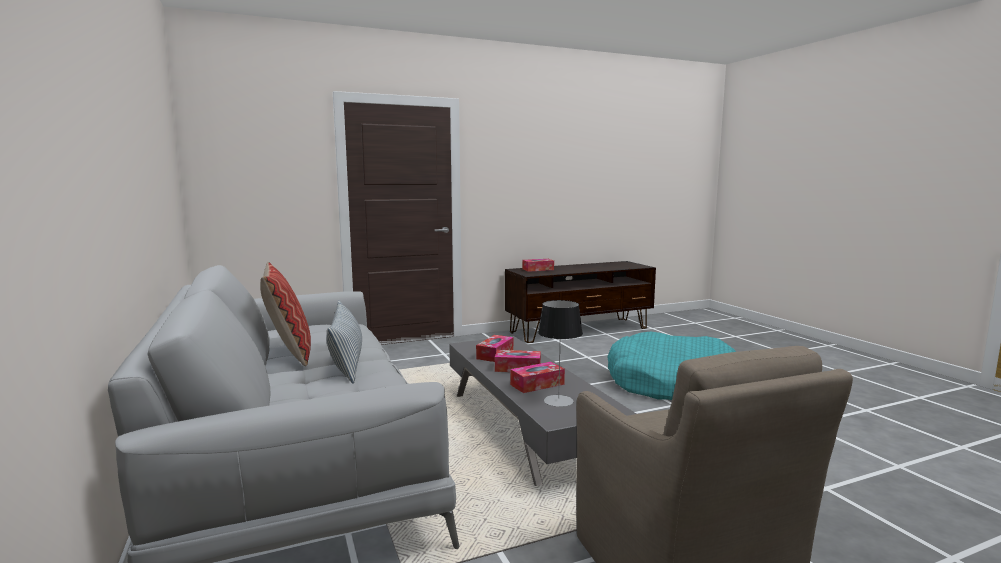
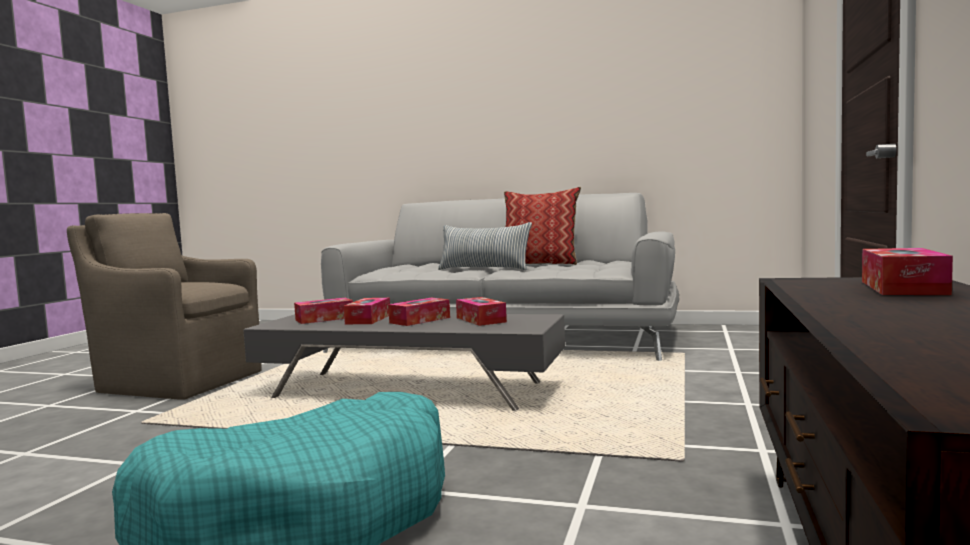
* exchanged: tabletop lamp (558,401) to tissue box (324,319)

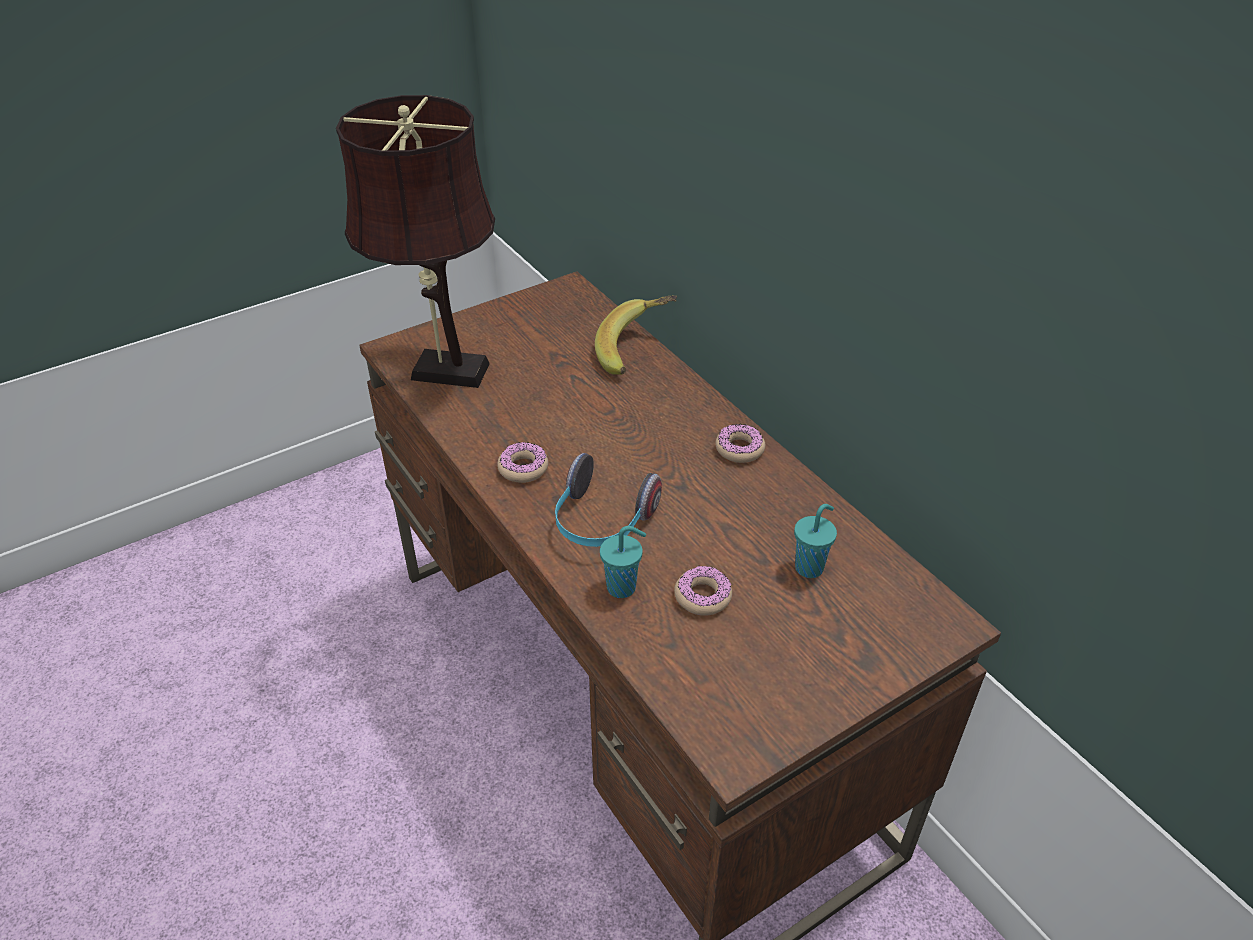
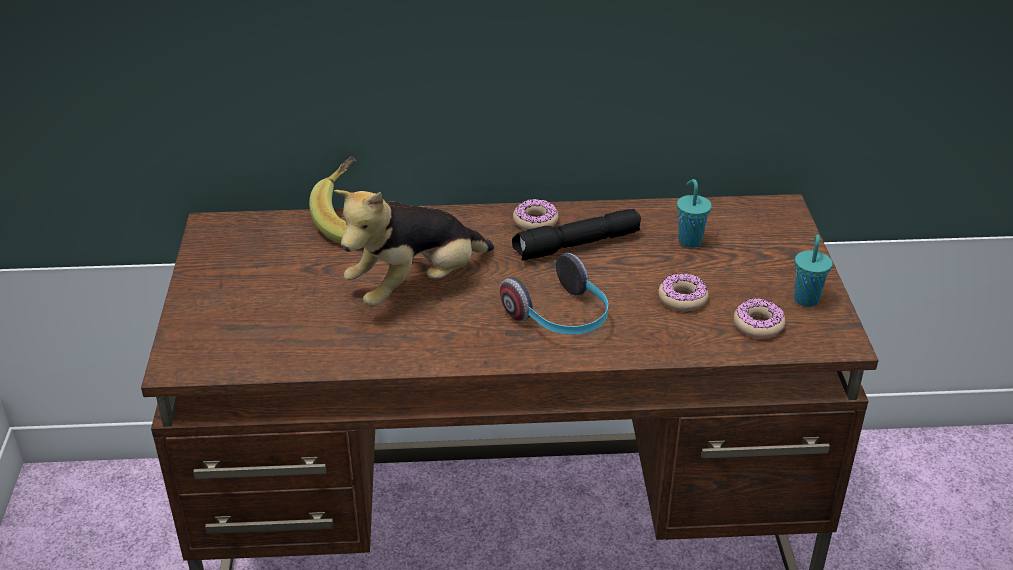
* missing: brown-coloured tabletop lamp (442,370)
* relocated: donut (523,468) to (758,325)
* relocated: turquoise-coloured small cup (623,587) to (806,298)
* appeared: soft toy (416,286)
* appeared: blackish torch (576,246)

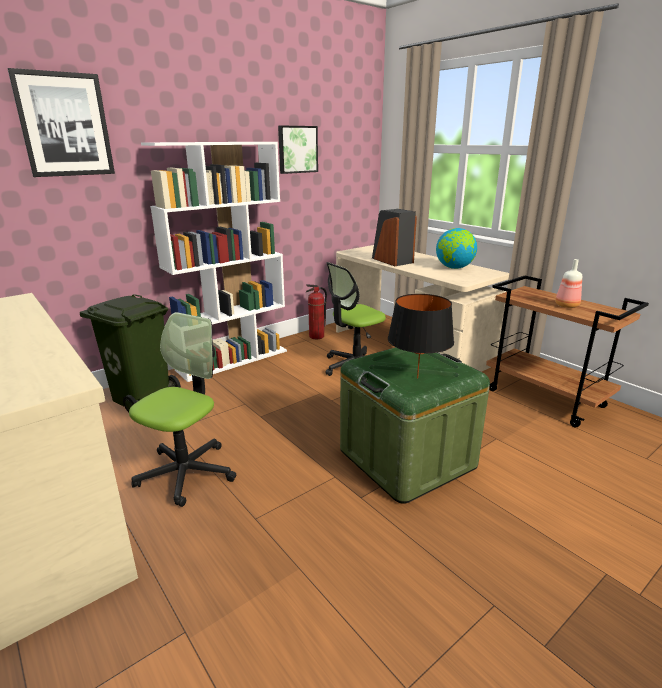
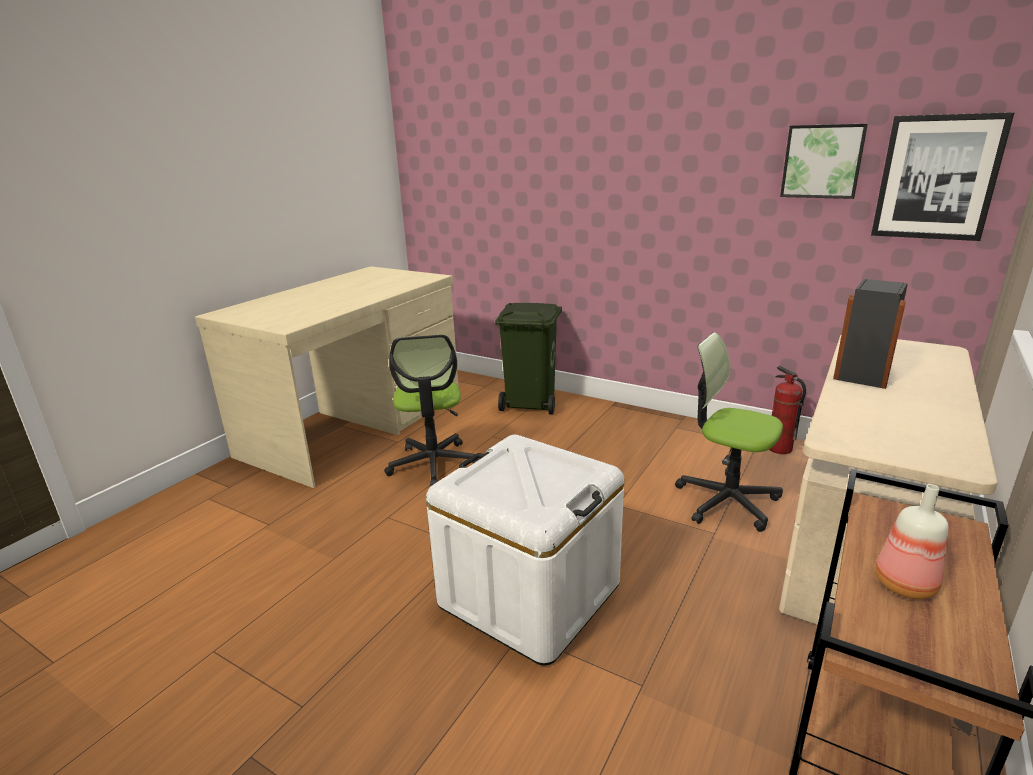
* relocated: wall art (65,125) to (937,178)
* spun: computer chair (186,472) = (433,464) 75 degrees clockwise
* missing: whitish bookshelf (233,360)
* colour: green storage box (407,458) to whitish storage box (529,594)
* missing: blackish tabletop lamp (417,378)
* missing: globe (454,268)

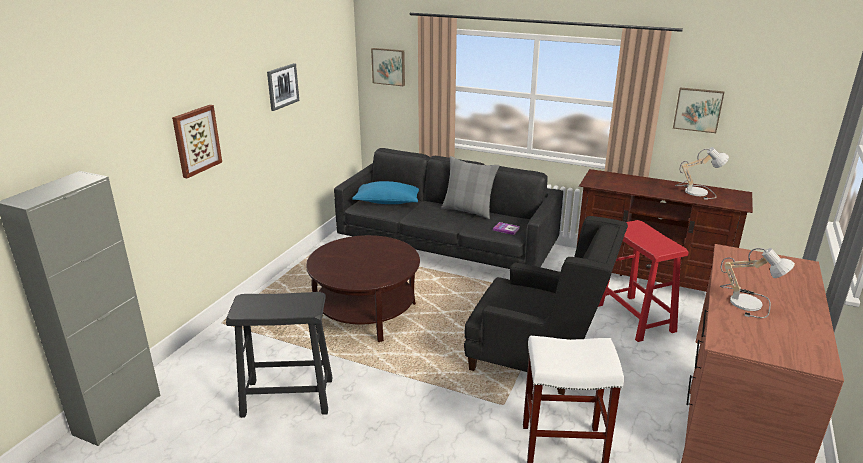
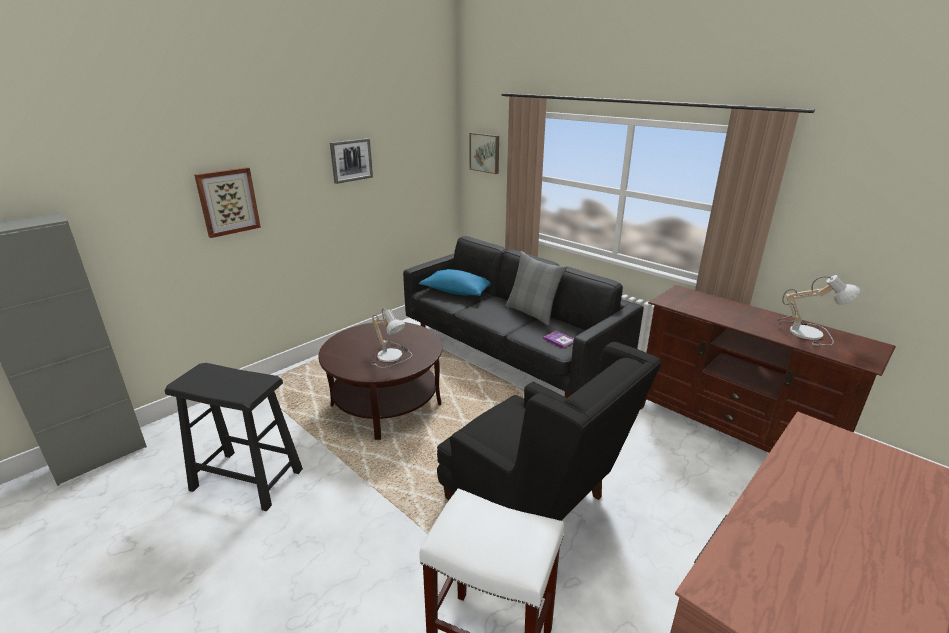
* missing: red sitting stool (635,318)
* missing: wall art (698,109)
* relocated: tabletop lamp (748,302) to (393,355)

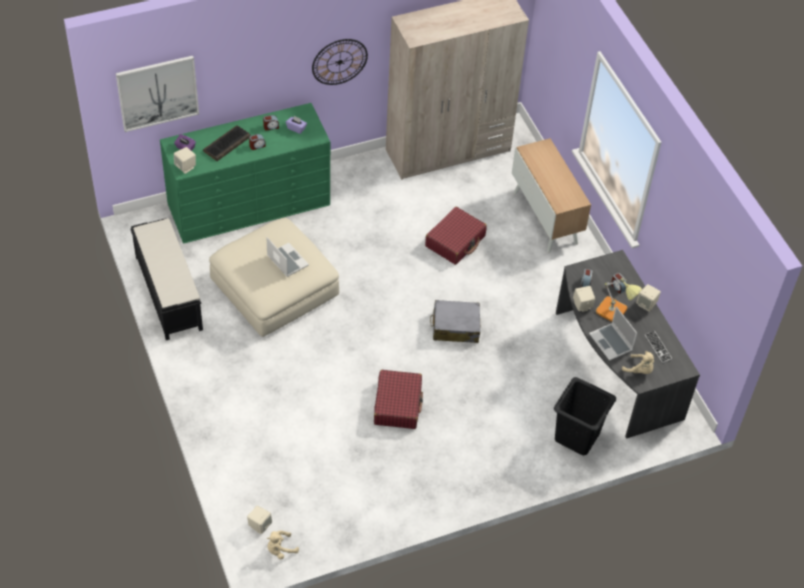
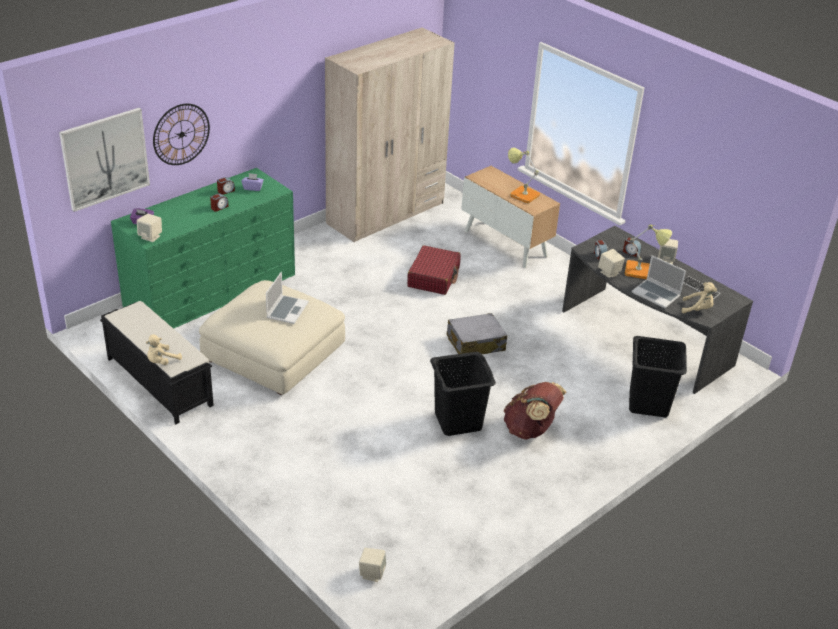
* missing: computer keyboard (226,144)
* spun: portable computer (286,260) = (287,310) 75 degrees clockwise
* relocated: beige-coloured soft toy (280,549) to (162,361)
* relocated: wall clock (339,62) to (181,134)
* exchanged: red travel case (398,404) to blackish washing basket (457,421)
* appeared: brown-coloured rucksack (530,430)
* appeared: tabletop lamp (521,194)

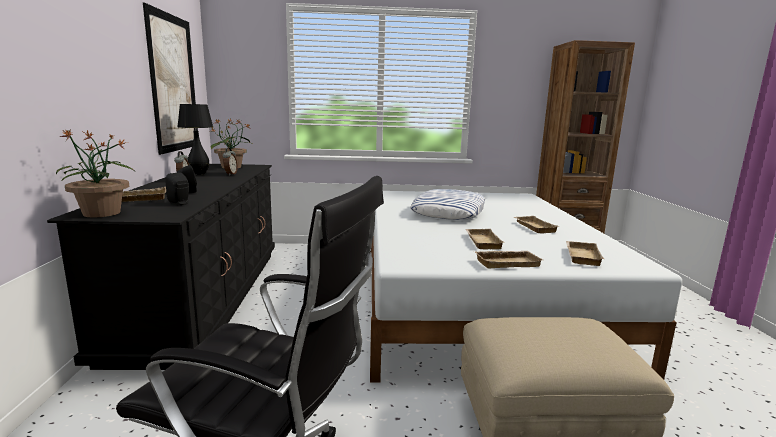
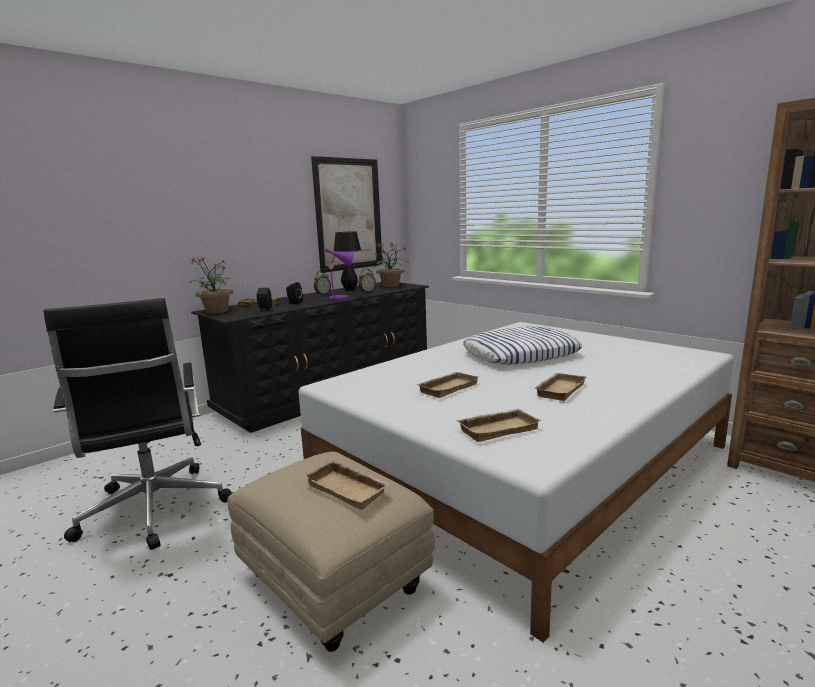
* relocated: beige-coloured tray (507,262) to (349,488)
* appeared: purplish tabletop lamp (341,297)

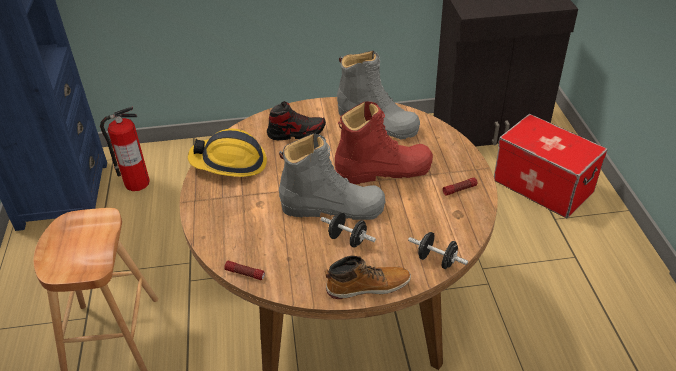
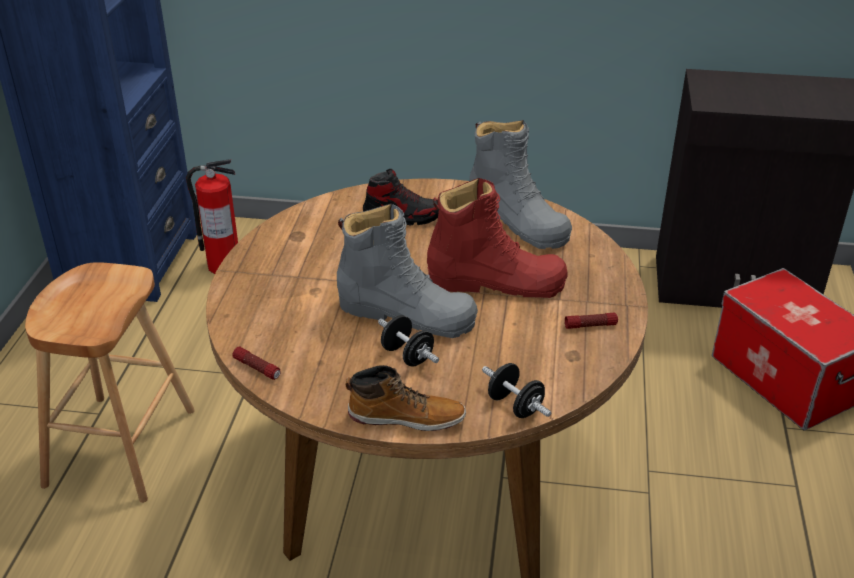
* missing: work helmet (230,163)

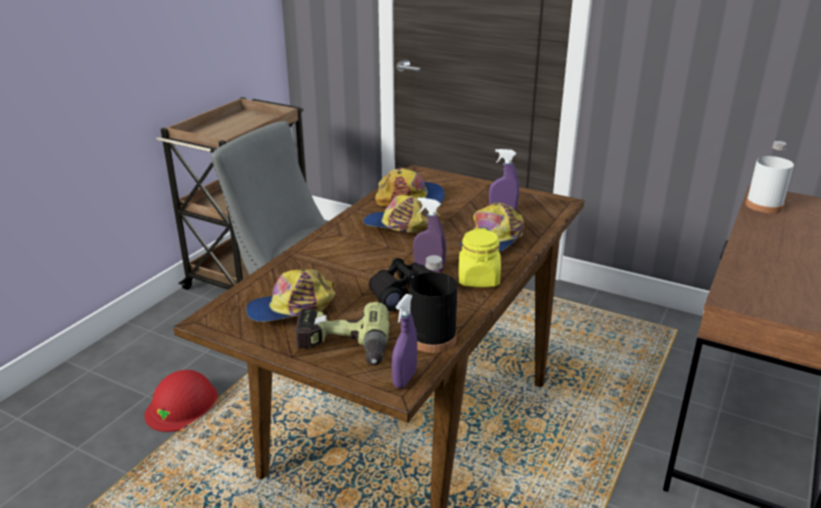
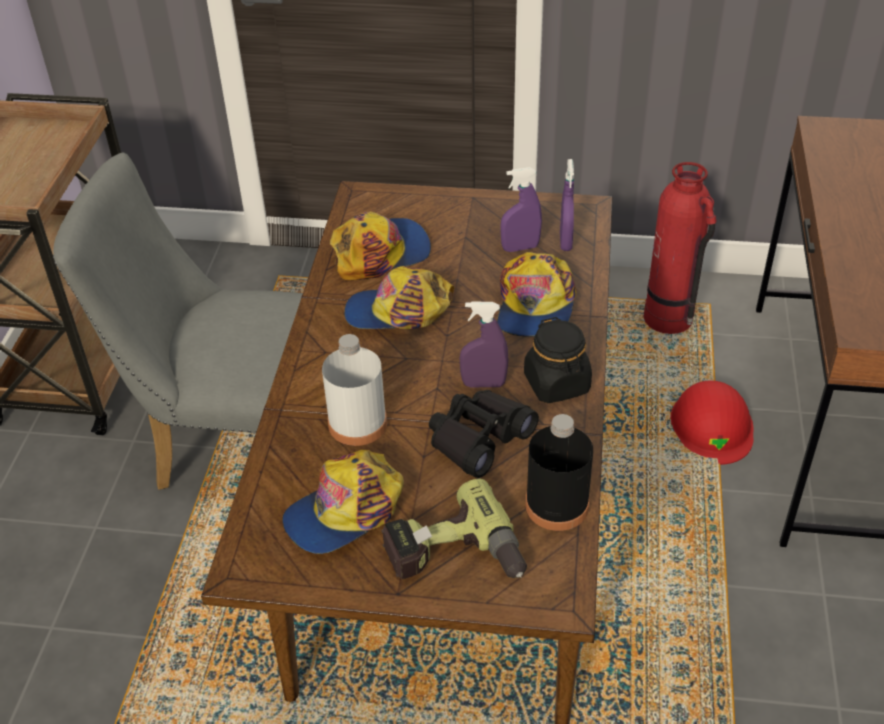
* relocated: red work helmet (182,405) to (711,426)
* relocated: purplish spray bottle (404,379) to (565,242)
* colour: yellow-coloured storage jar (478,279) to blackish storage jar (557,384)
* relocated: whitish bottle (764,205) to (357,424)
* appeared: fire-fighting cylinder (668,320)

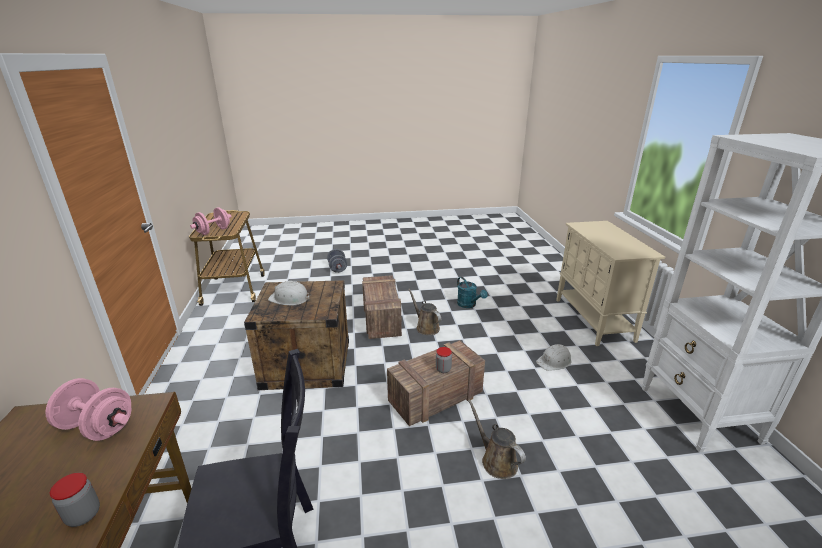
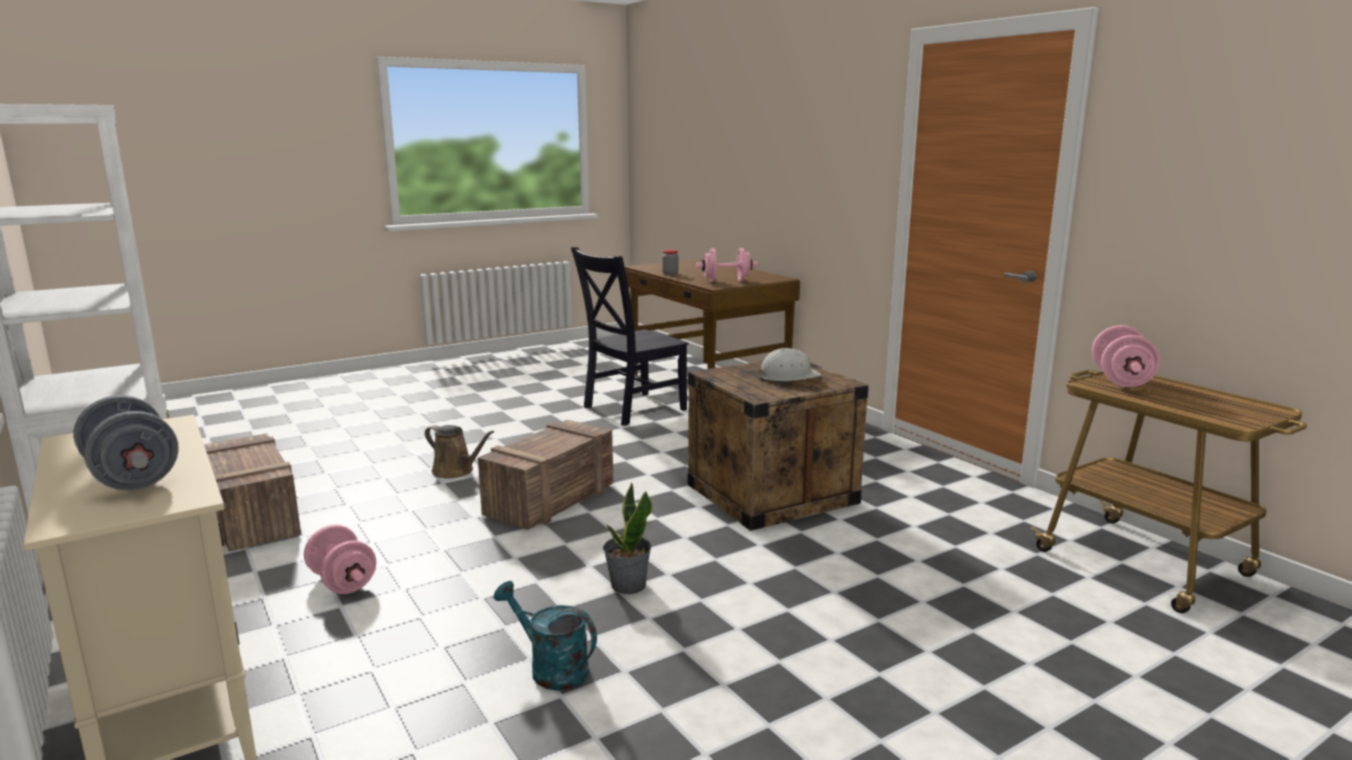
* relocated: gray dumbbell (337,268) to (132,477)
* relocated: shipping crate (382,320) to (253,518)
* exchanged: brown-coloured watering can (426,327) to houseplant (628,585)
* missing: storage jar (443,369)
* exchanged: whitish work helmet (554,361) to pinkish dumbbell (342,582)

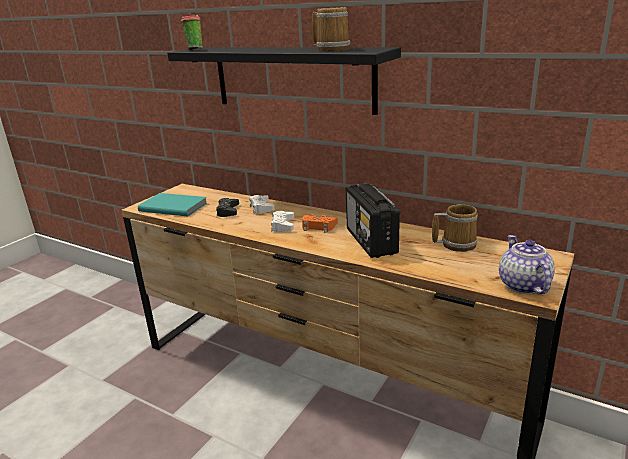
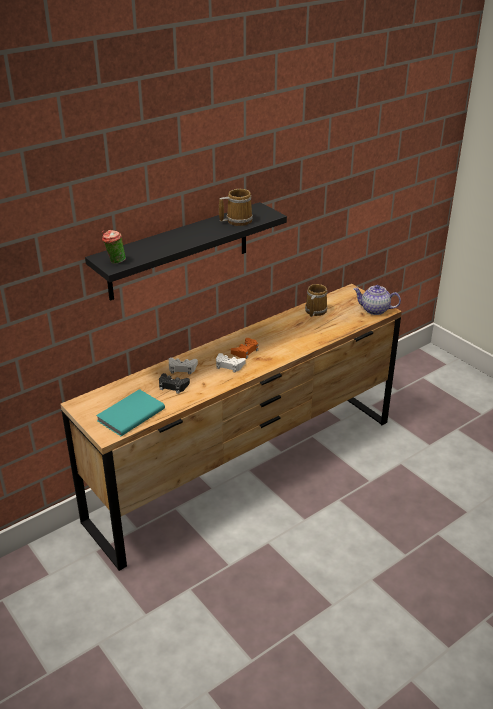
* missing: radio (371,241)

